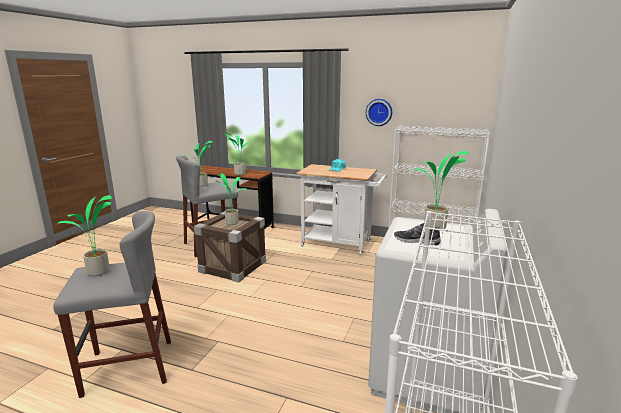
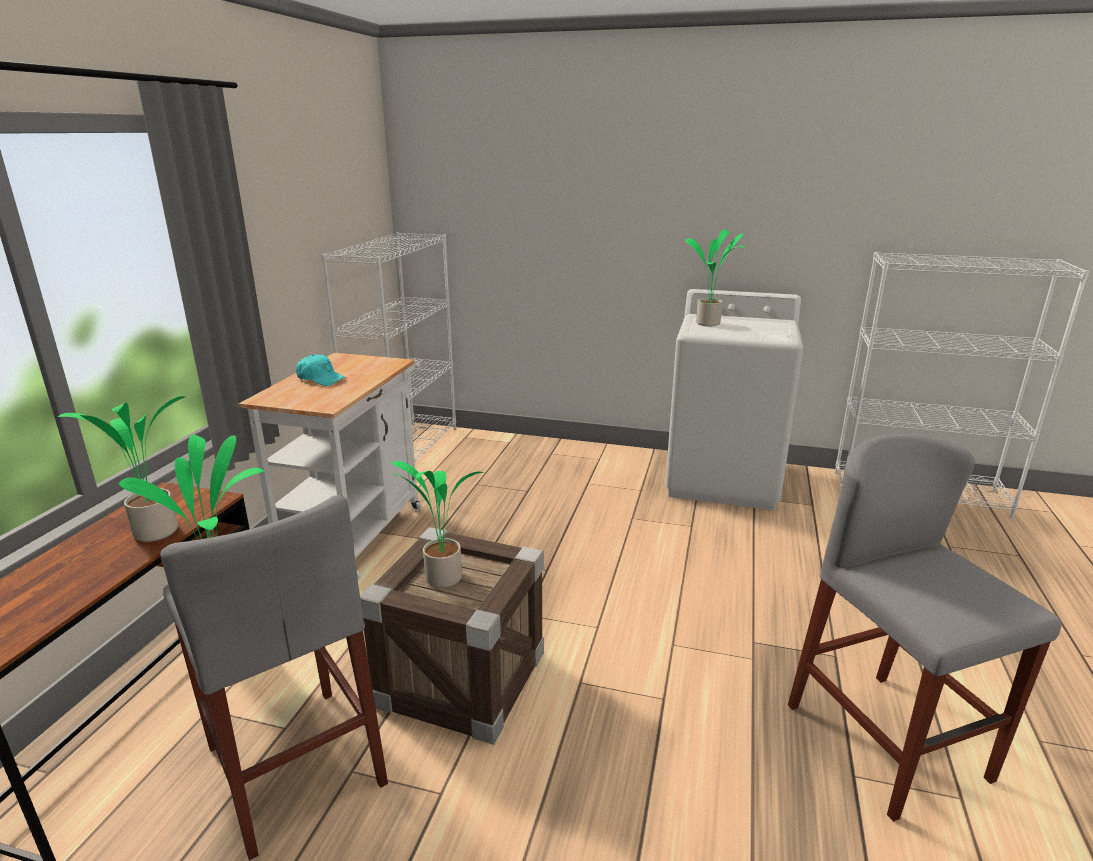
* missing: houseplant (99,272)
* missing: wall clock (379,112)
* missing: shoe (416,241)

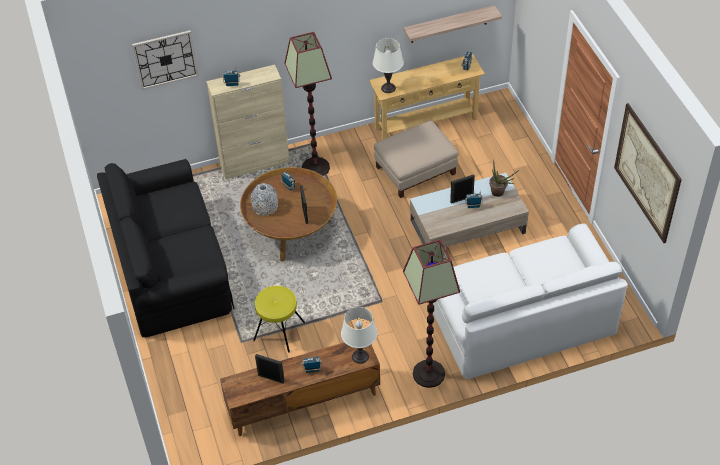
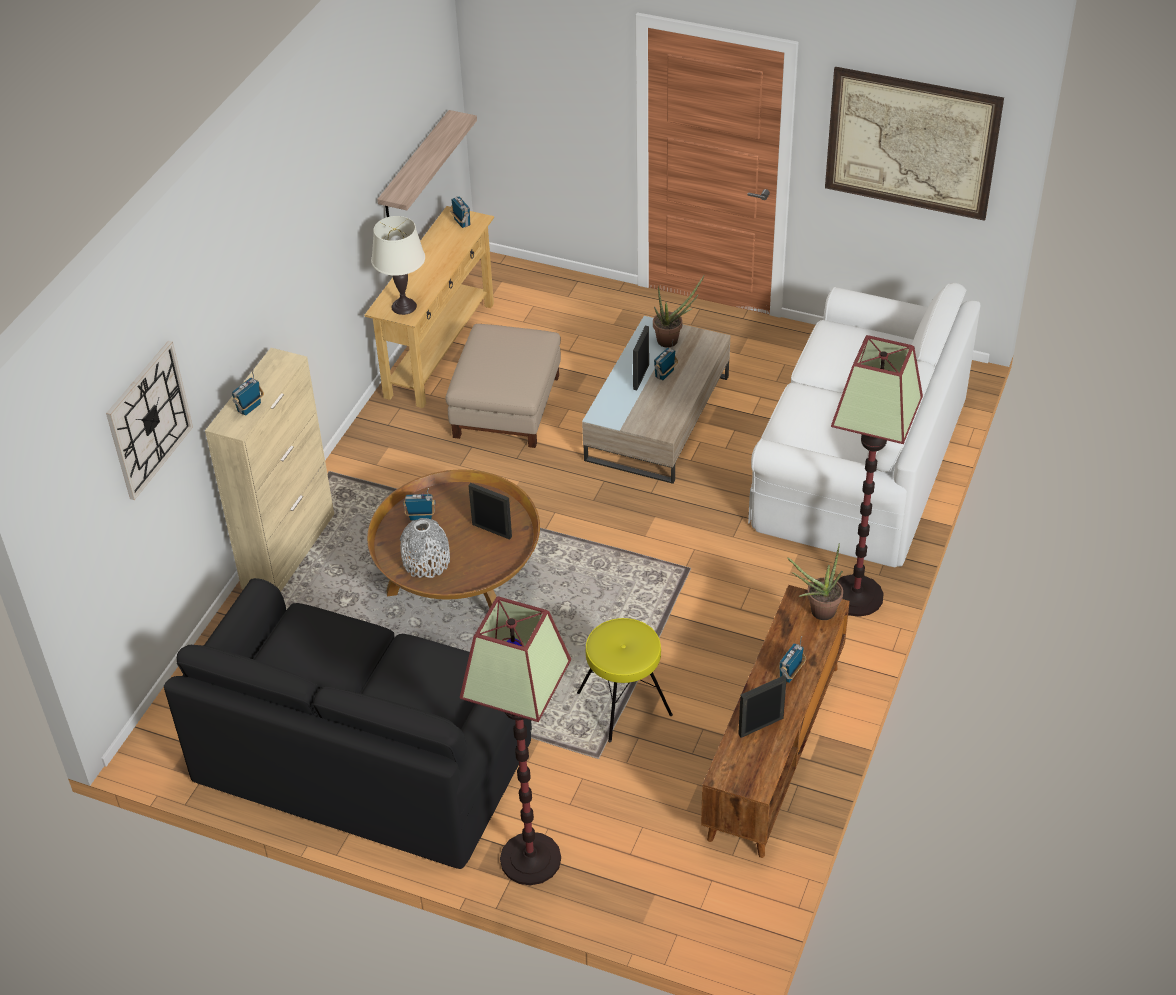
* relocated: standard lamp (315,168) to (529,859)
* exchanged: whitish tabletop lamp (360,356) to houseplant (817,612)

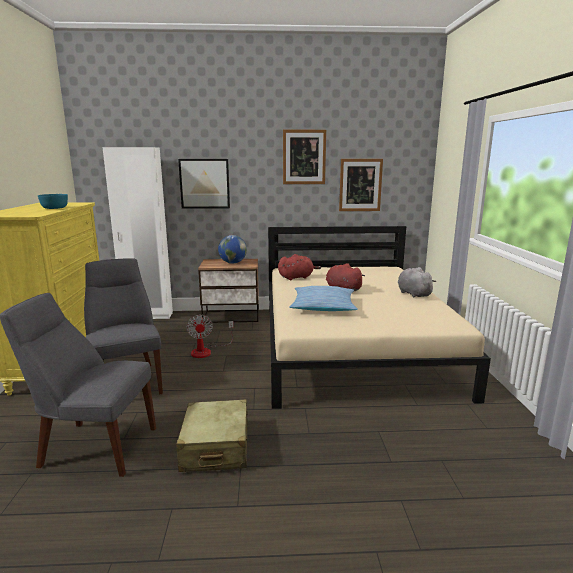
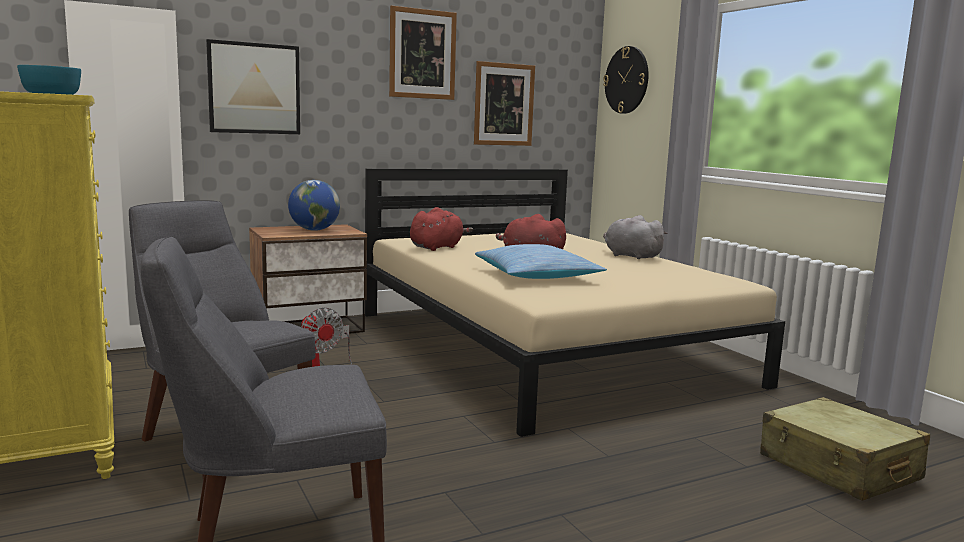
* relocated: beige-coloured travel case (215,447) to (838,468)
* appeared: wall clock (626,80)

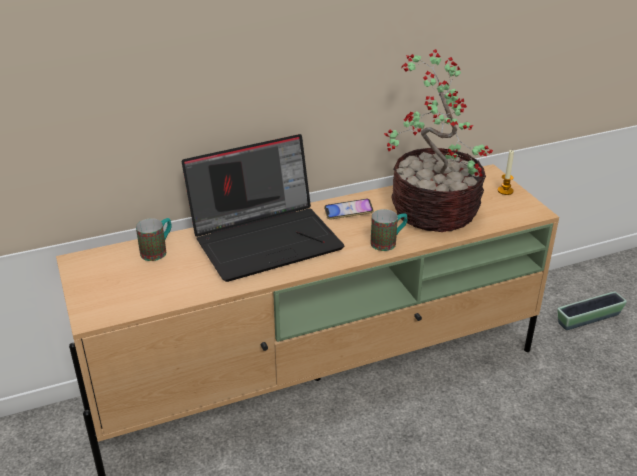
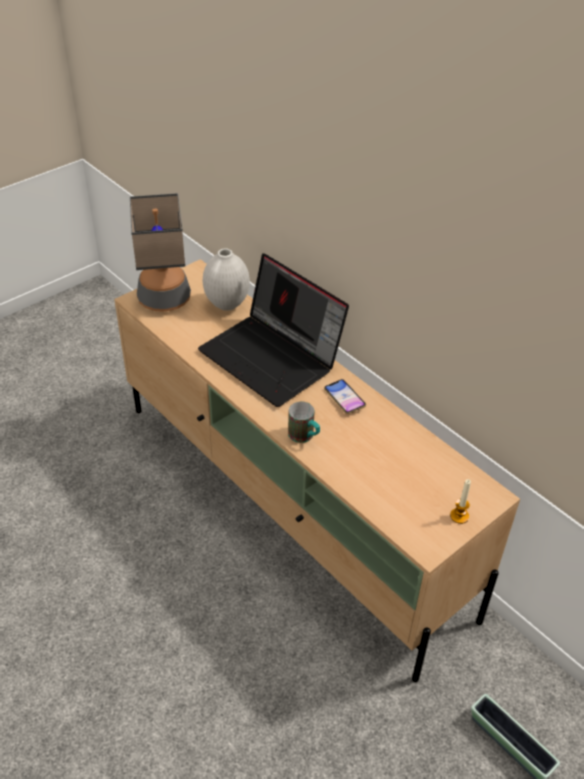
* exchanged: mug (158,251) to whitish decorative vase (227,304)
* missing: houseplant (432,209)
* appeared: tabletop lamp (164,299)

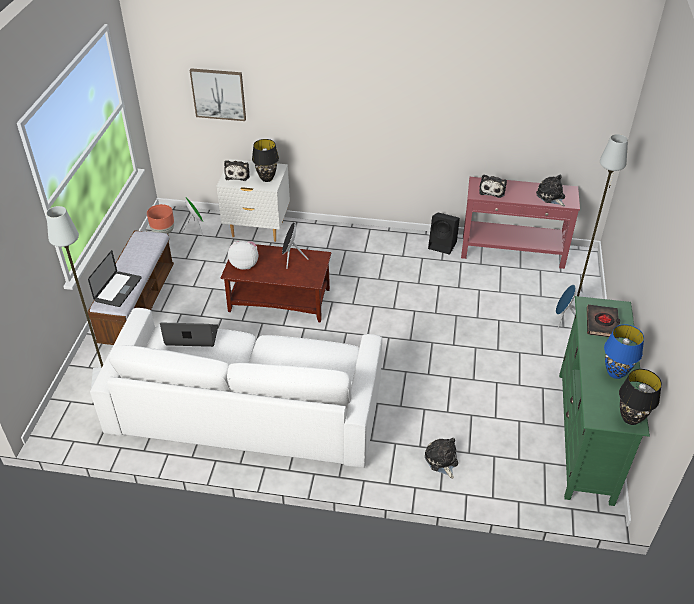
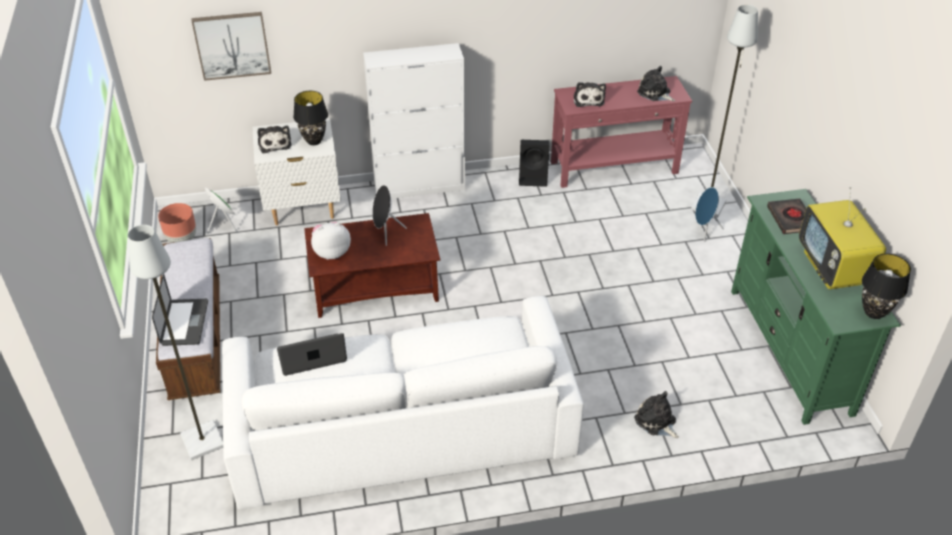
* exchanged: bluish tabletop lamp (615,373) to TV set (833,269)
* appeared: whitish cupboard (420,186)

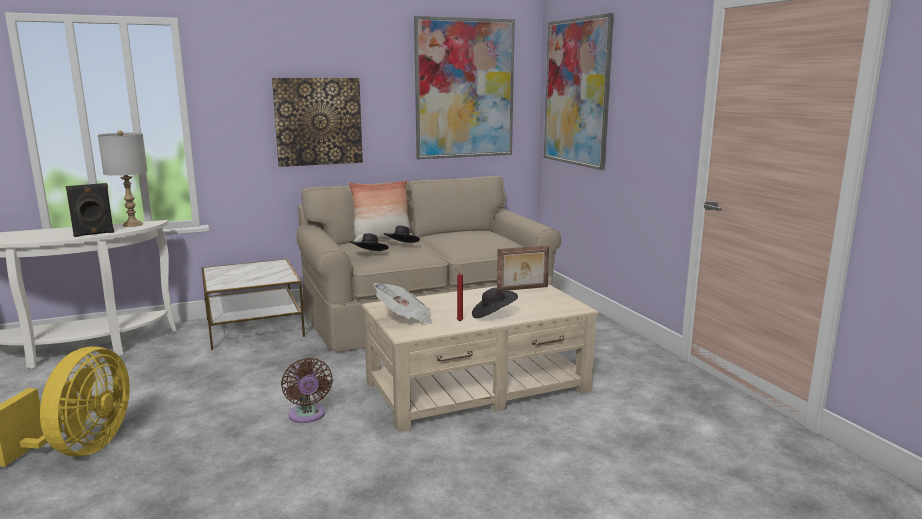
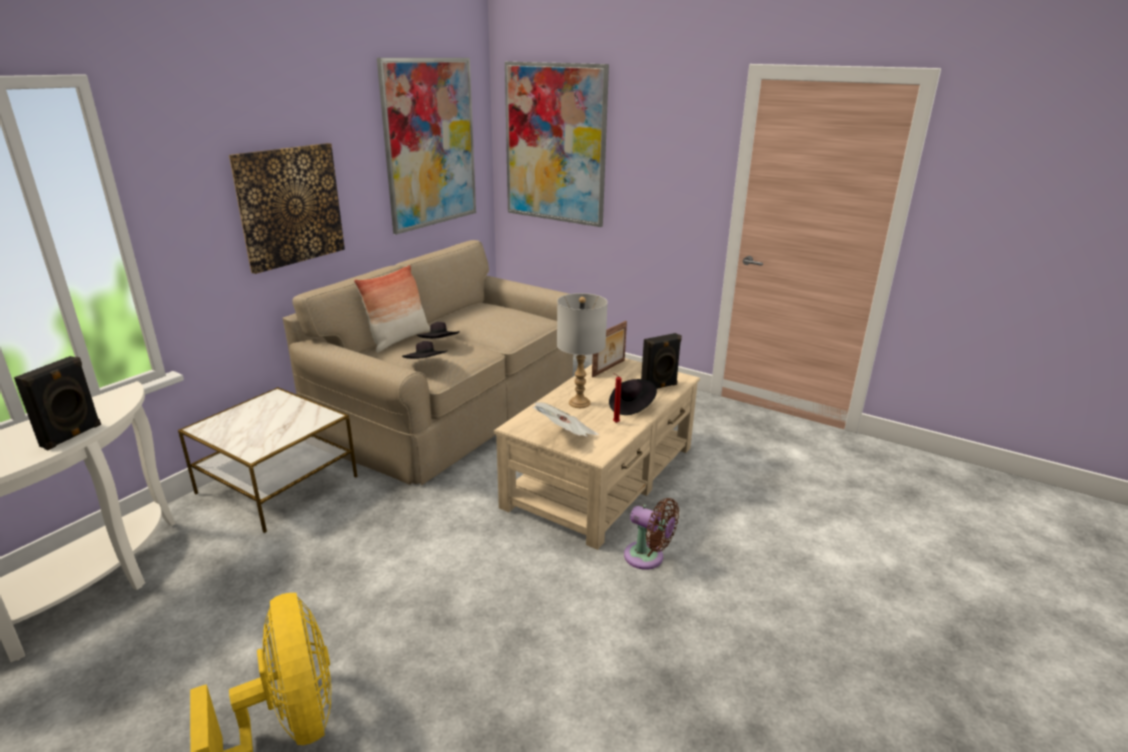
* relocated: gray tabletop lamp (132,225) to (579,403)
* relocated: brown-coloured fan (307,416) to (647,558)
* appeared: blackish speaker (659,387)

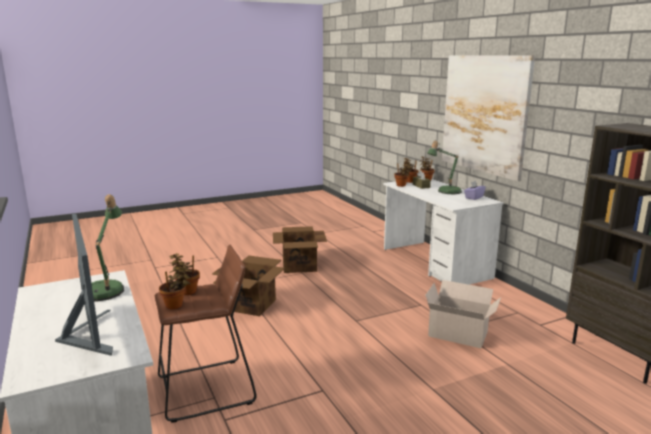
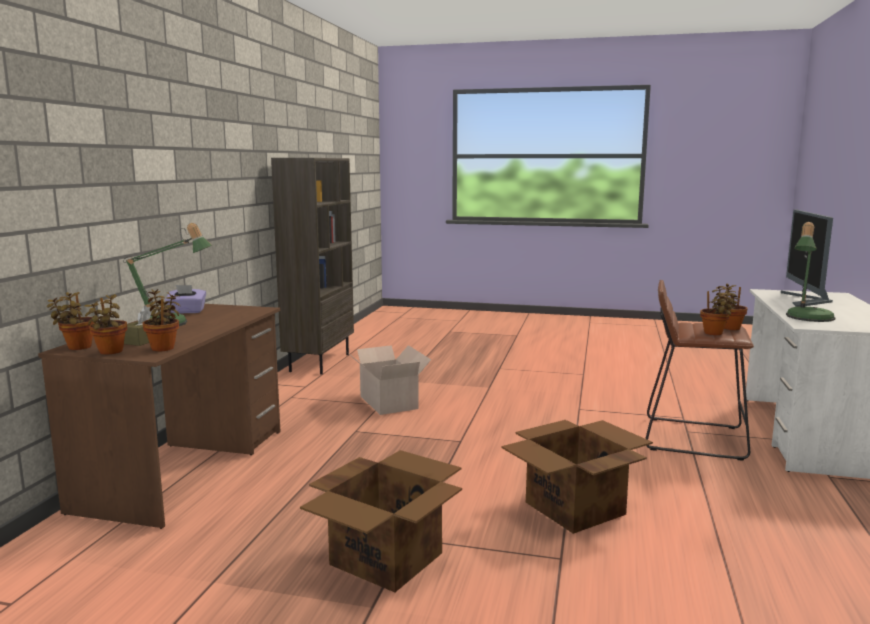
* colour: whitish desk table (435,263) to brown-coloured desk table (186,468)
* missing: wall art (484,114)

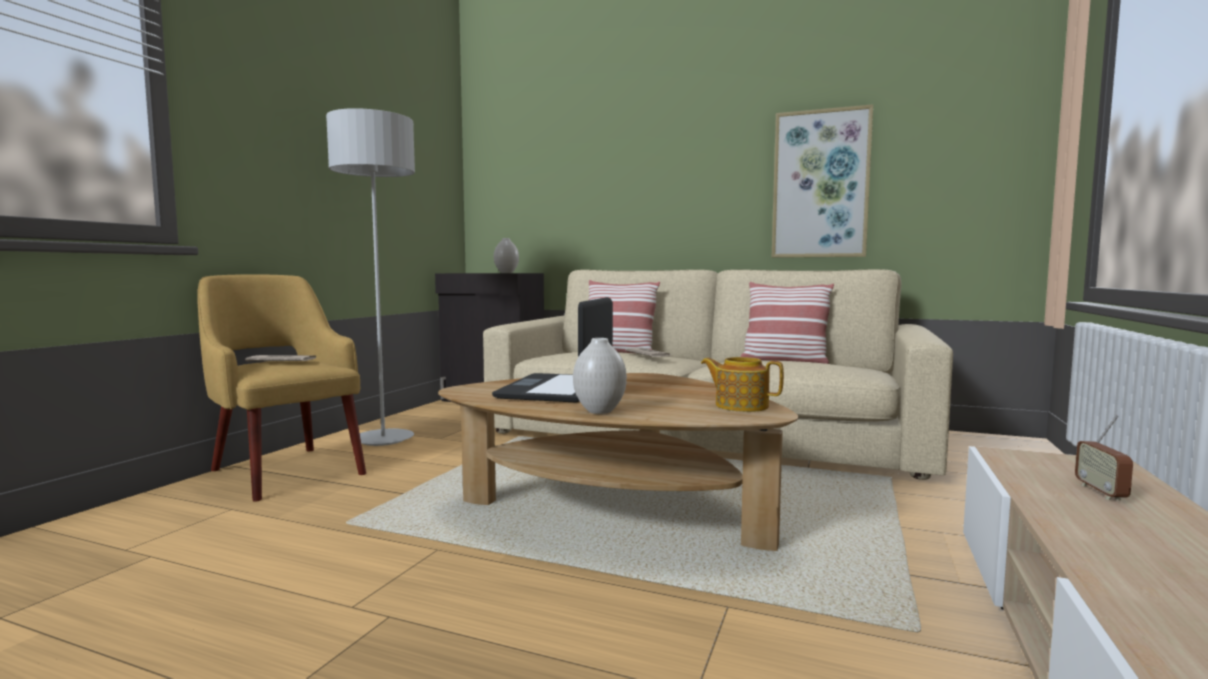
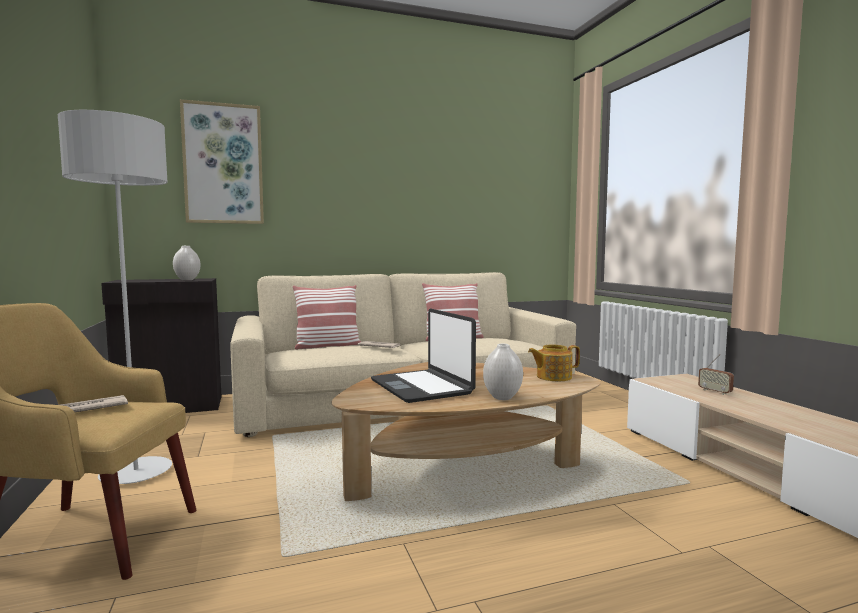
* relocated: wall art (820,184) to (223,164)

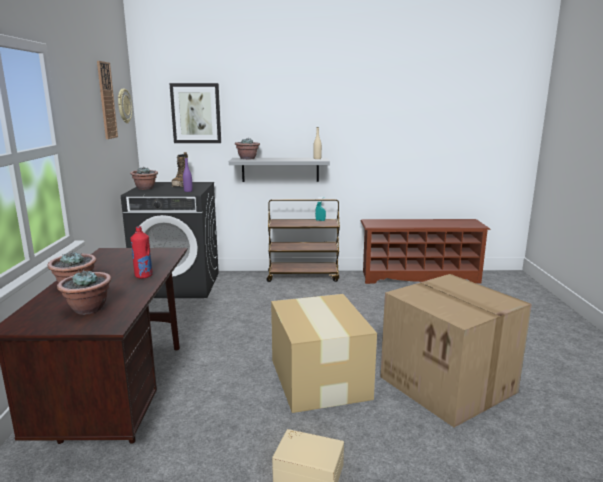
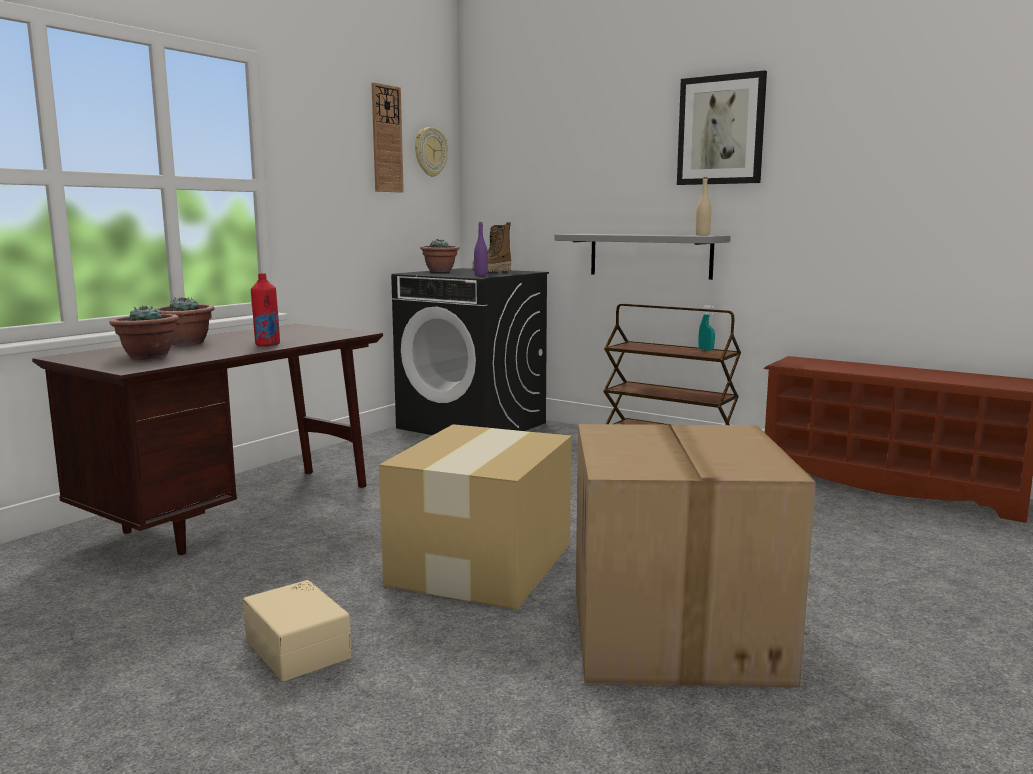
* relocated: wall art (196,113) to (721,130)
* missing: houseplant (247,158)

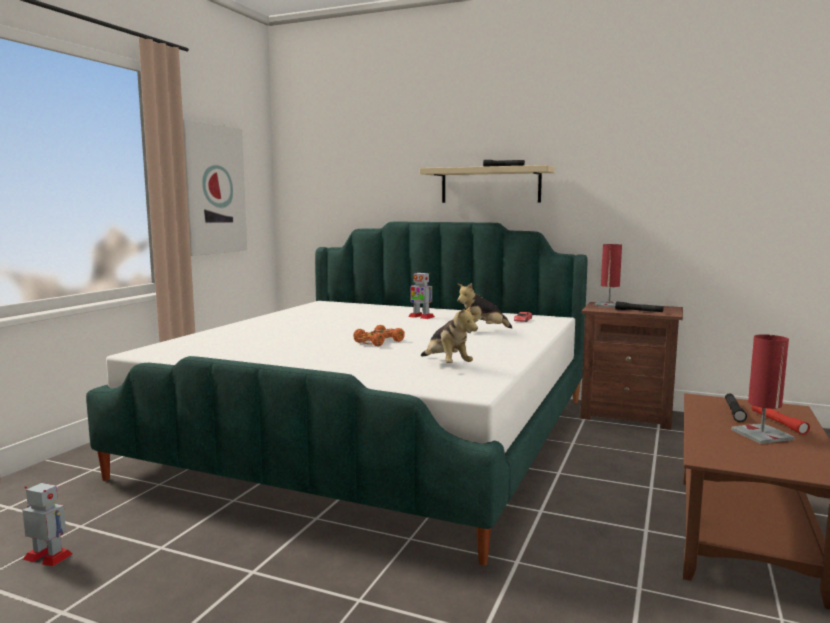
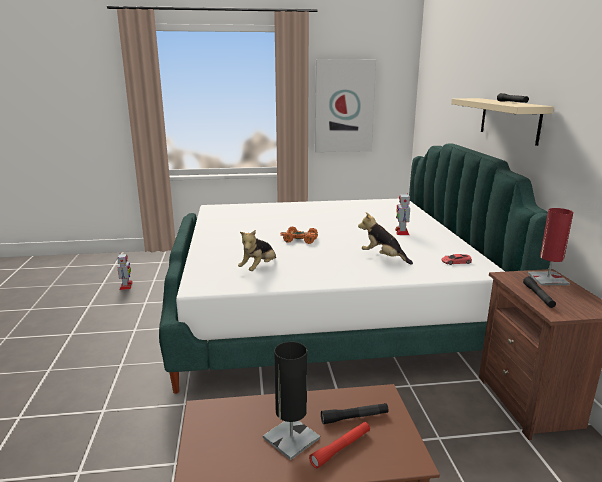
* colour: red tabletop lamp (761,434) to blackish tabletop lamp (291,438)

